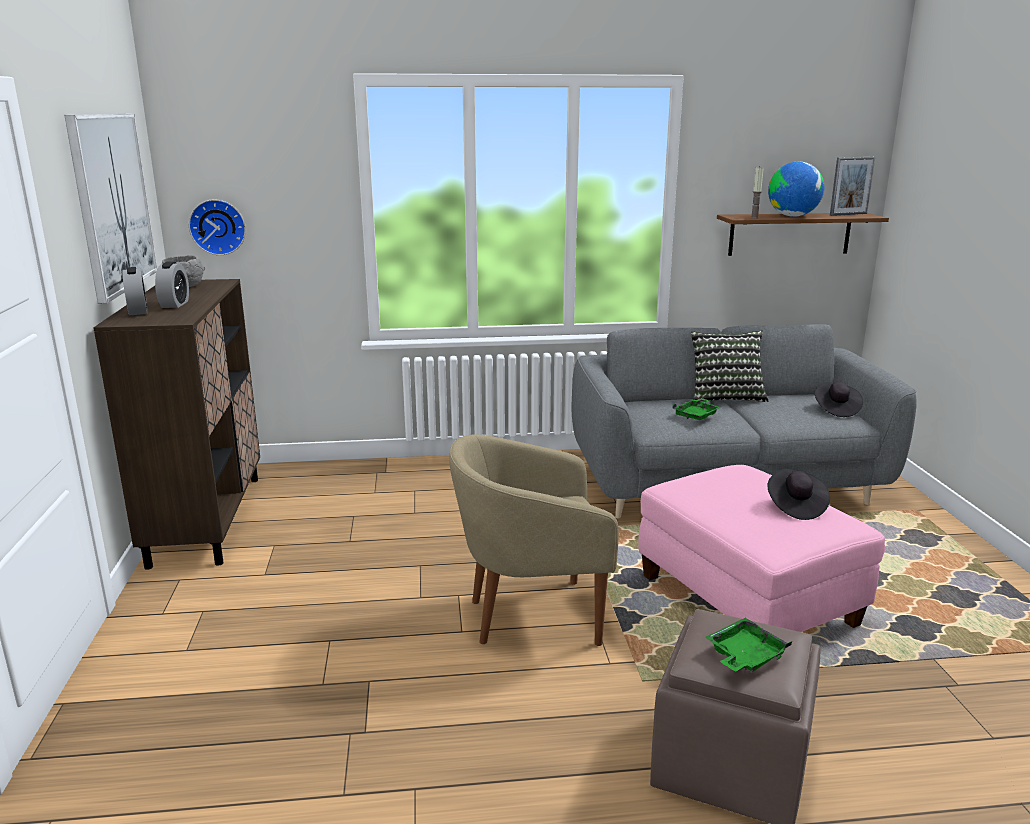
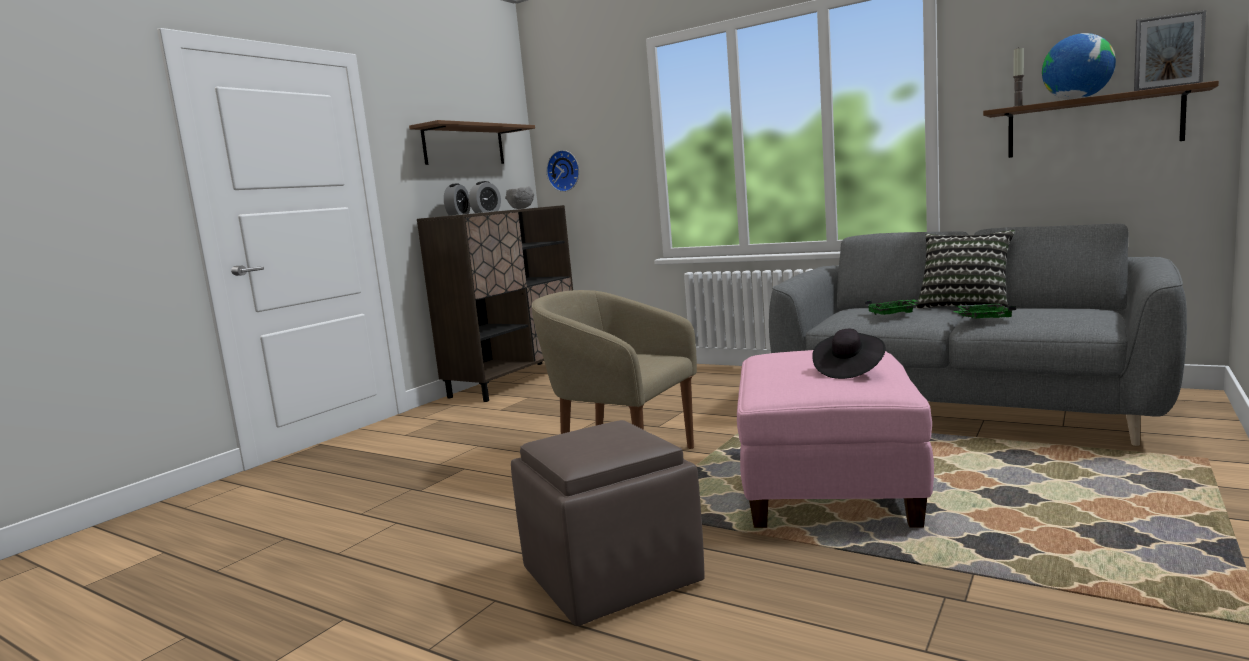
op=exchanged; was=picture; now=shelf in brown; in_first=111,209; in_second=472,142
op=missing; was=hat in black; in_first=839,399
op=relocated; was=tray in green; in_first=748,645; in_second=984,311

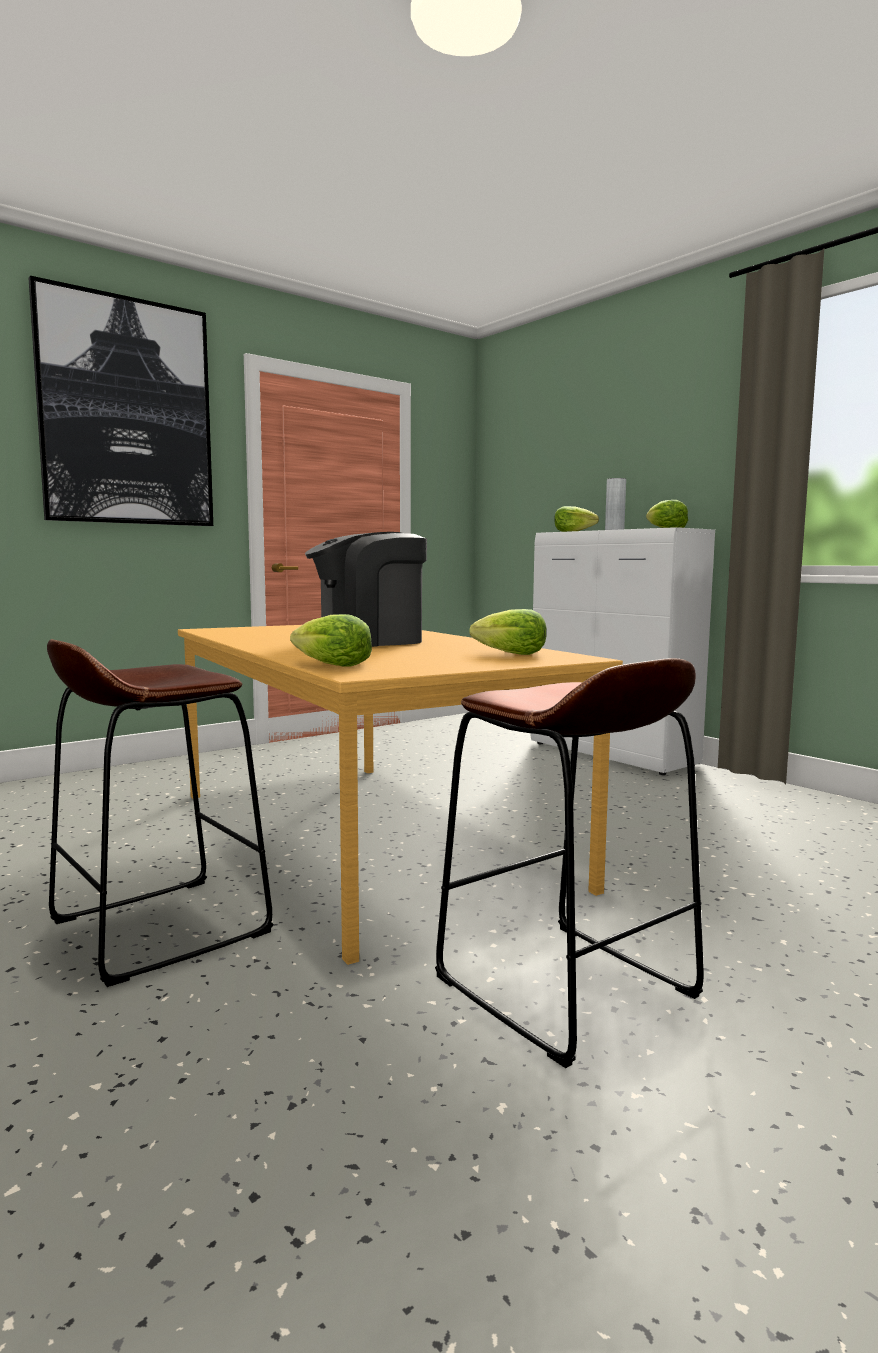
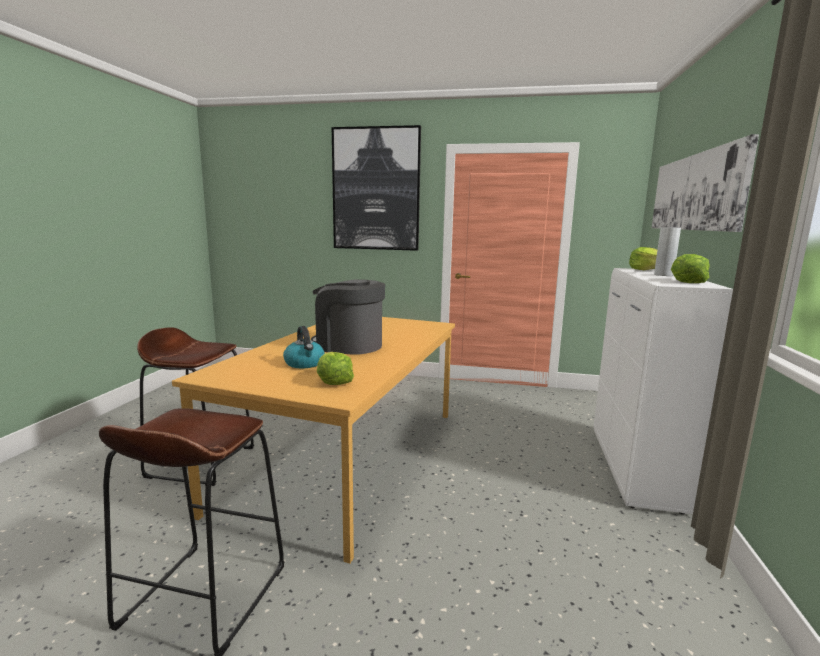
op=missing; was=lettuce; in_first=331,640
op=appeared; now=picture; in_second=705,183
op=appeared; now=kettle; in_second=304,347

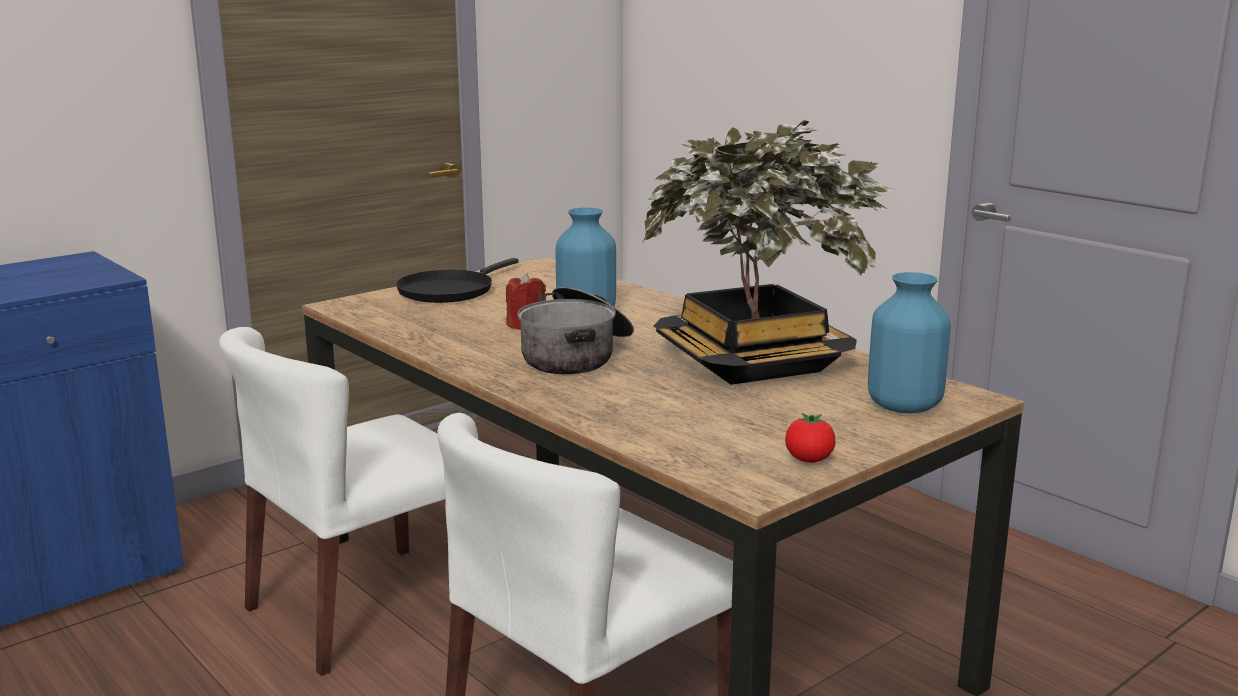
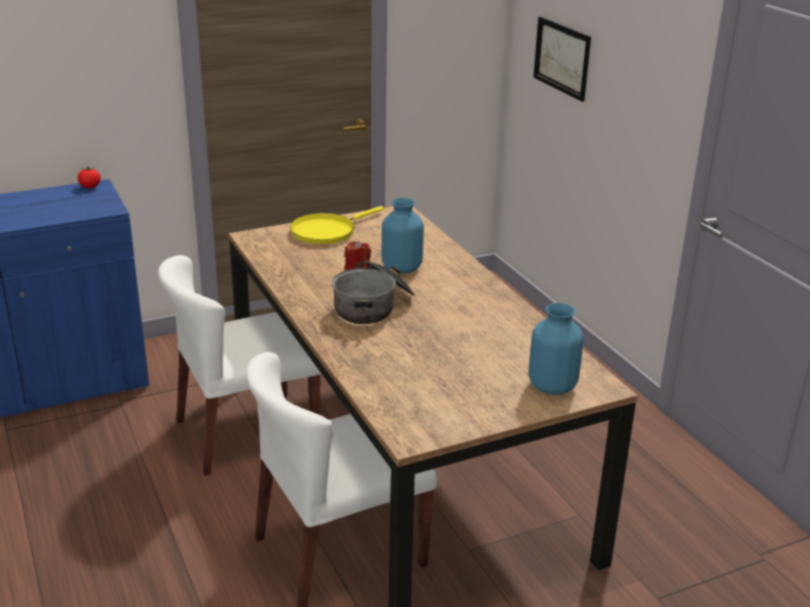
op=missing; was=potted plant; in_first=768,252
op=colour; was=frying pan in black; now=frying pan in yellow; in_first=457,280; in_second=337,225
op=relocated; was=tomato; in_first=810,438; in_second=89,177
op=appeared; now=picture; in_second=562,59

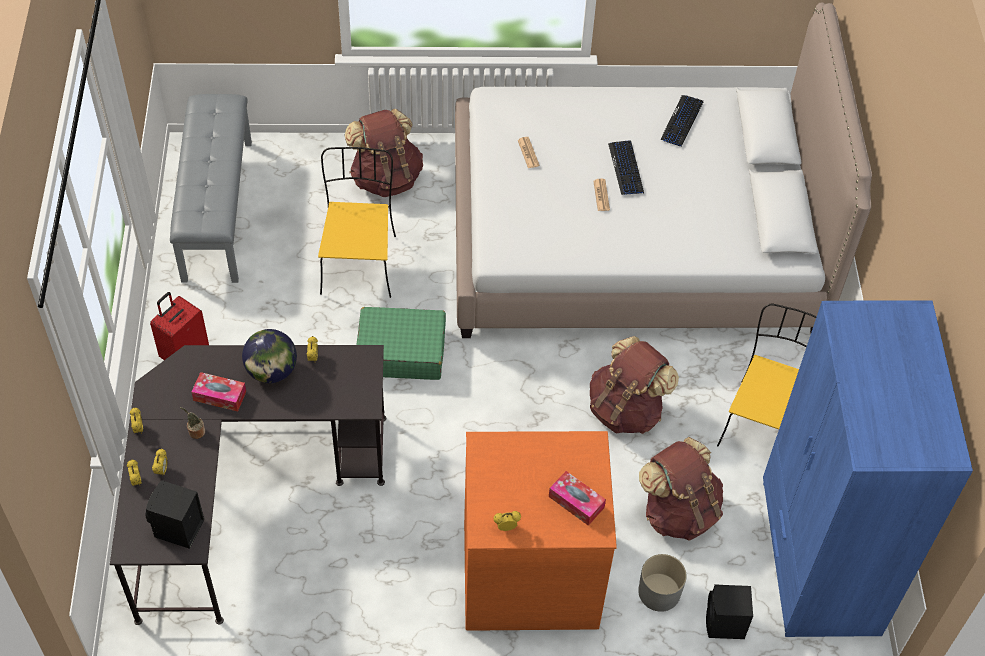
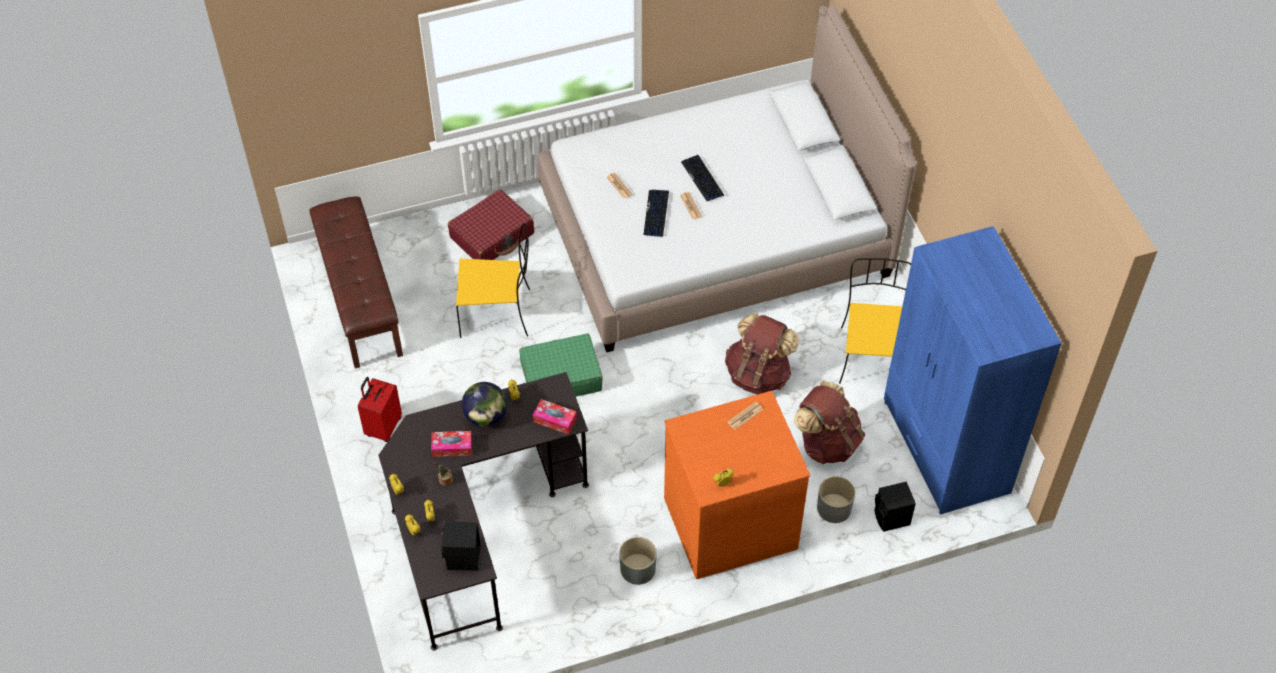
op=colour; was=bench in grey; now=bench in brown; in_first=211,188; in_second=356,282
op=relocated; was=keyboard; in_first=681,121; in_second=656,213
op=exchanged; was=backpack in brown; now=suitcase in red; in_first=383,153; in_second=491,224
op=spun; was=chair in yellow; in_first=357,222; in_second=493,281; clockwise=105
op=relocated; was=tissue box; in_first=577,498; in_second=555,417
op=appeared; now=newspaper; in_second=745,416
op=appeared; now=planter in grey; in_second=638,561

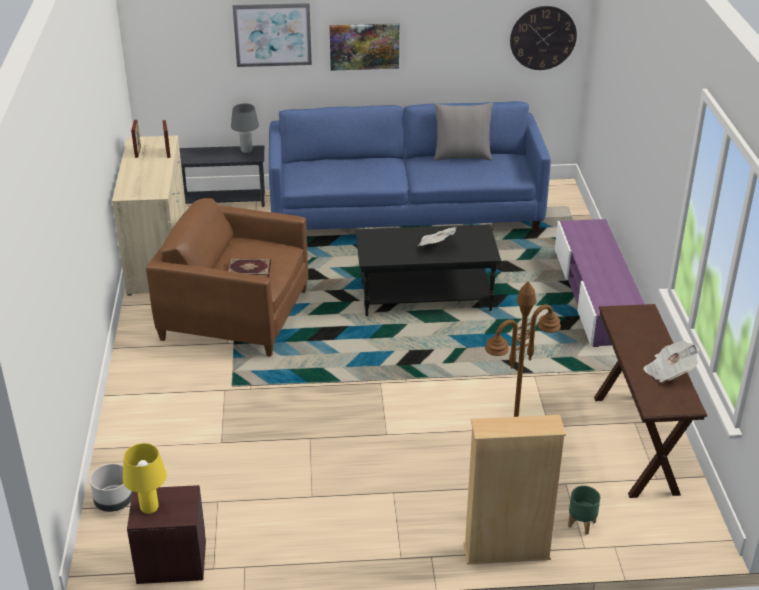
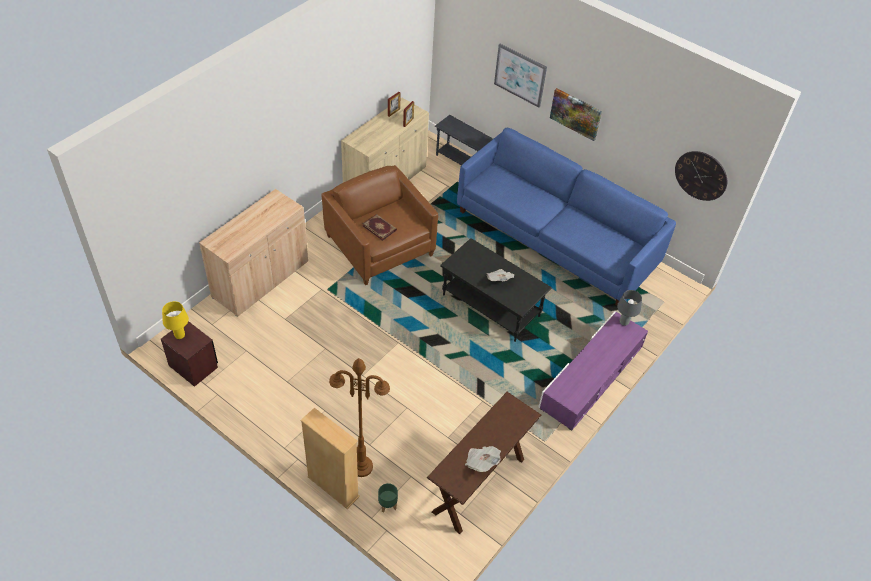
op=relocated; was=table lamp in grey; in_first=245,128; in_second=629,308
op=missing; was=pillow in grey; in_first=463,132
op=missing; was=planter in grey; in_first=111,487
op=appeared; now=cabinet in beige; in_second=253,253

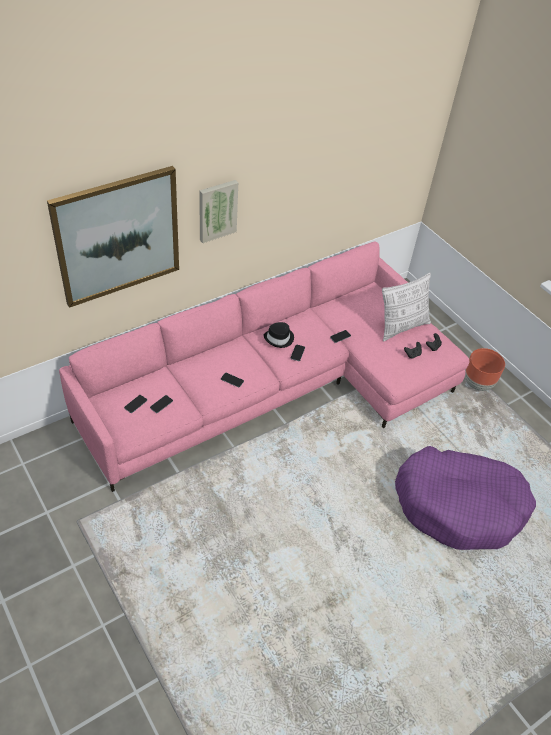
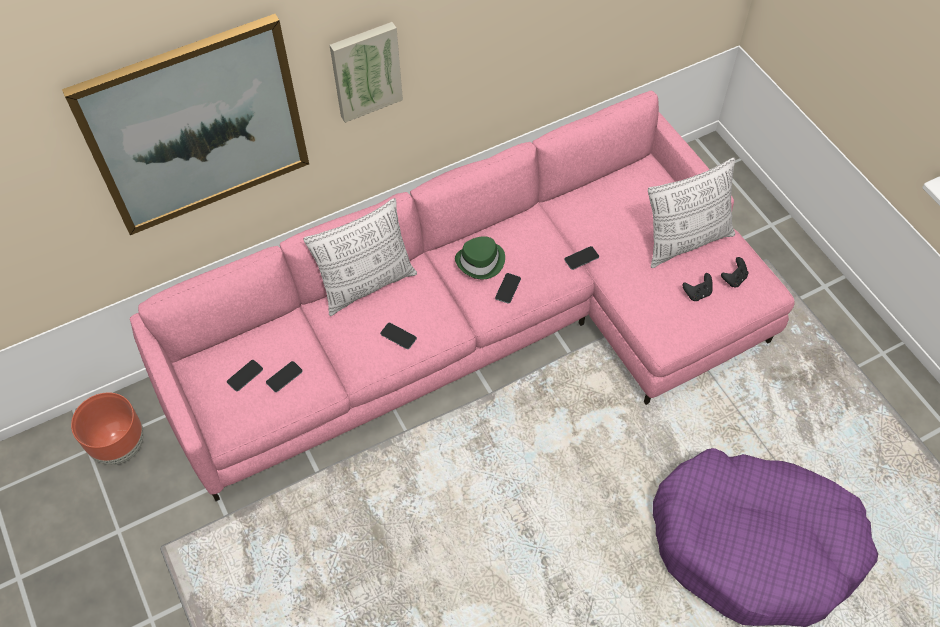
op=colour; was=hat in black; now=hat in green; in_first=279,335; in_second=480,257
op=relocated; was=planter in brown; in_first=485,369; in_second=107,428
op=appeared; now=pillow; in_second=360,257

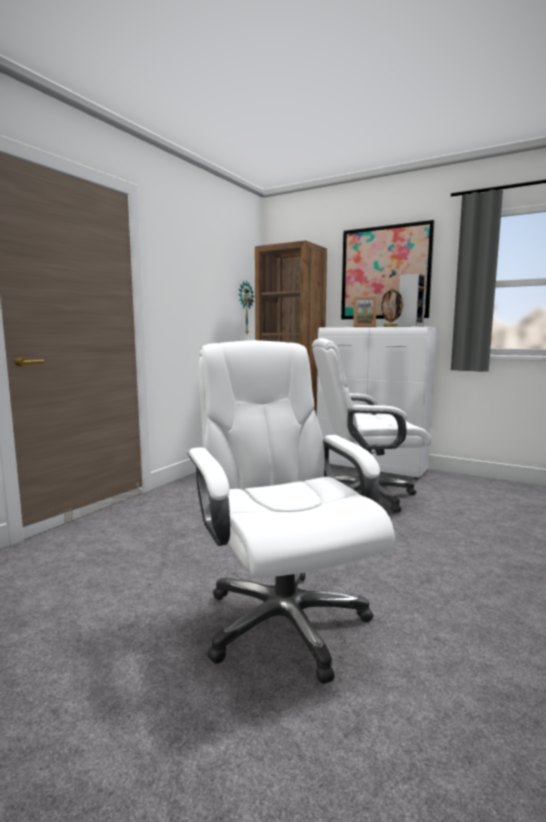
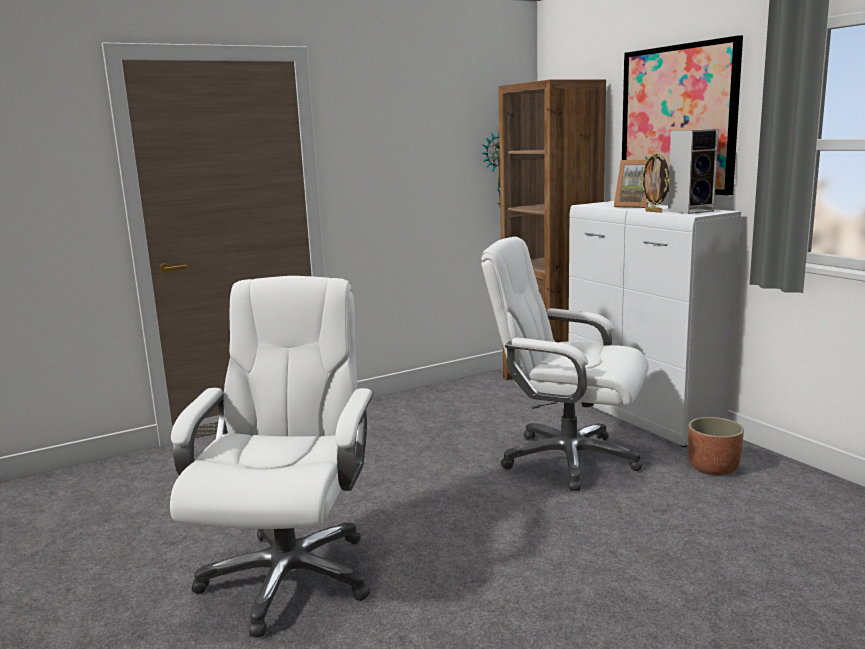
op=appeared; now=planter; in_second=716,446

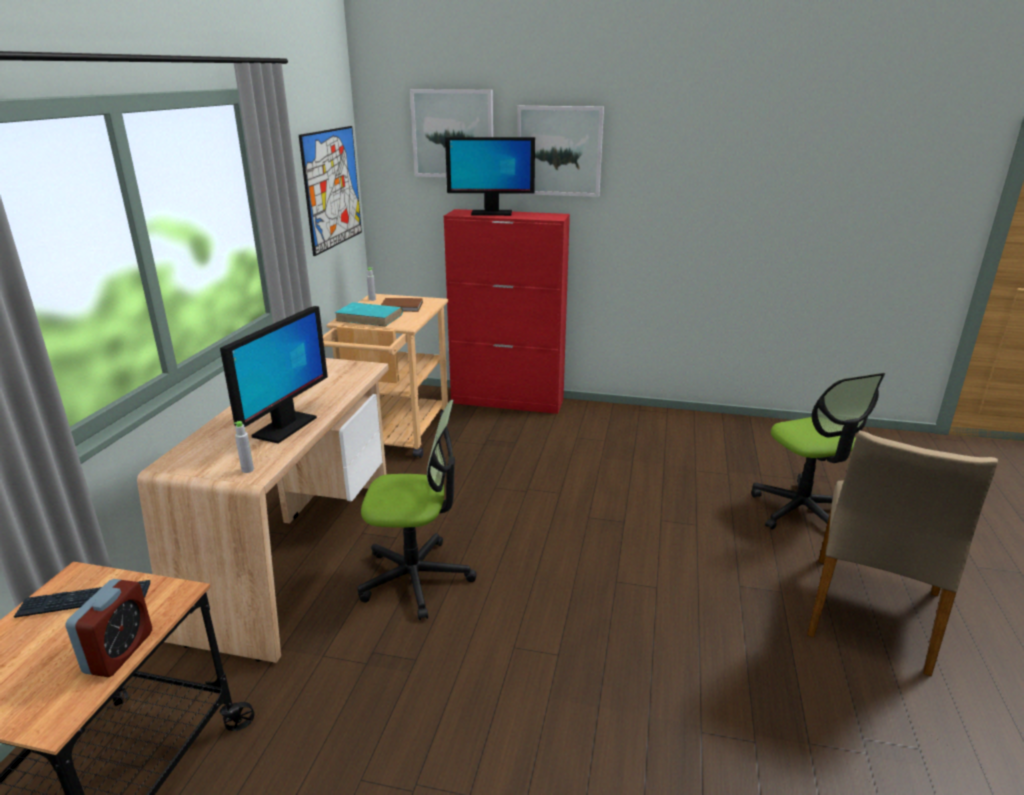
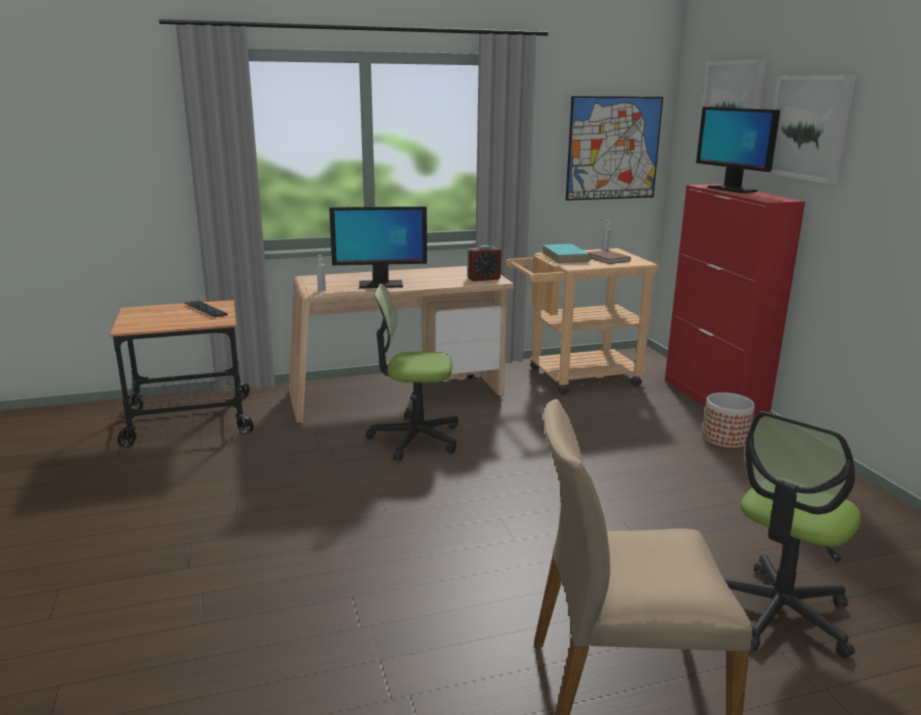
op=spun; was=office chair; in_first=417,510; in_second=412,372; clockwise=120
op=relocated; was=alarm clock; in_first=108,628; in_second=484,263
op=appeared; now=planter; in_second=728,420

